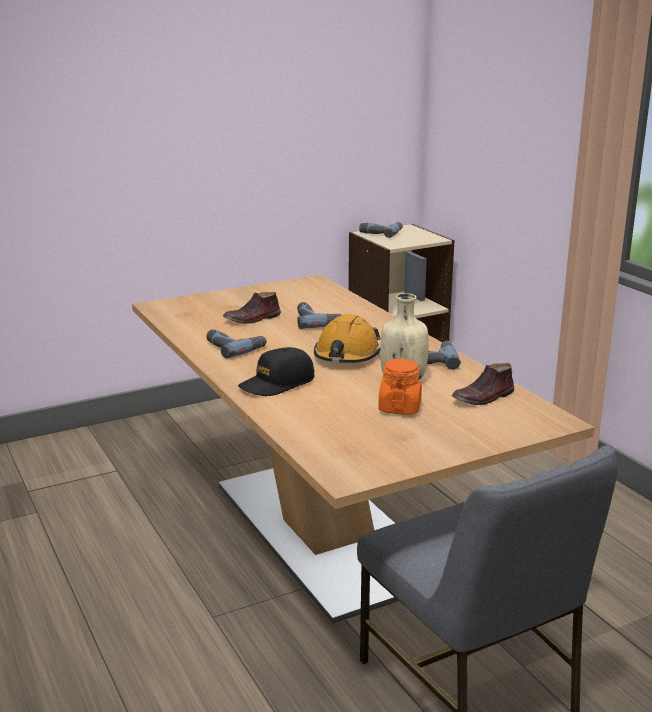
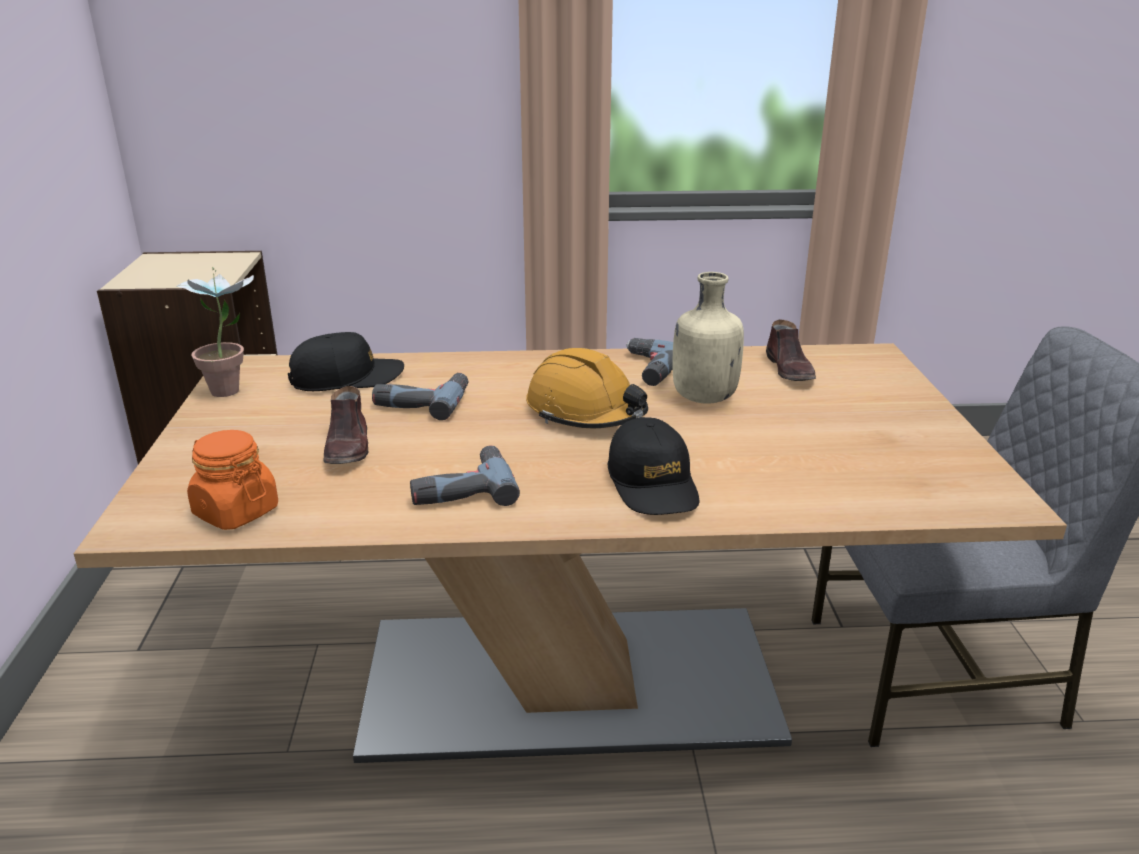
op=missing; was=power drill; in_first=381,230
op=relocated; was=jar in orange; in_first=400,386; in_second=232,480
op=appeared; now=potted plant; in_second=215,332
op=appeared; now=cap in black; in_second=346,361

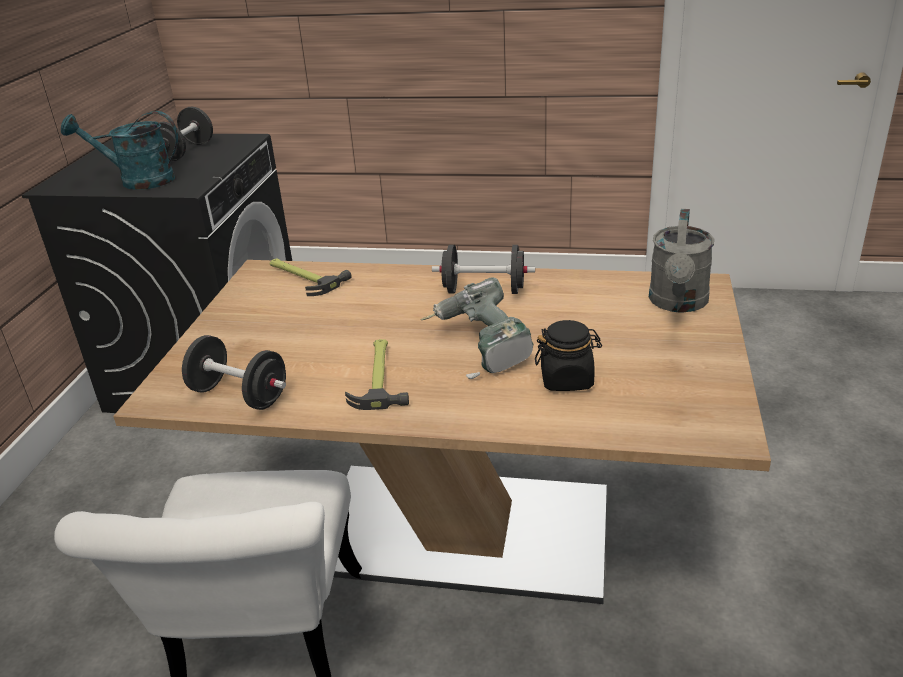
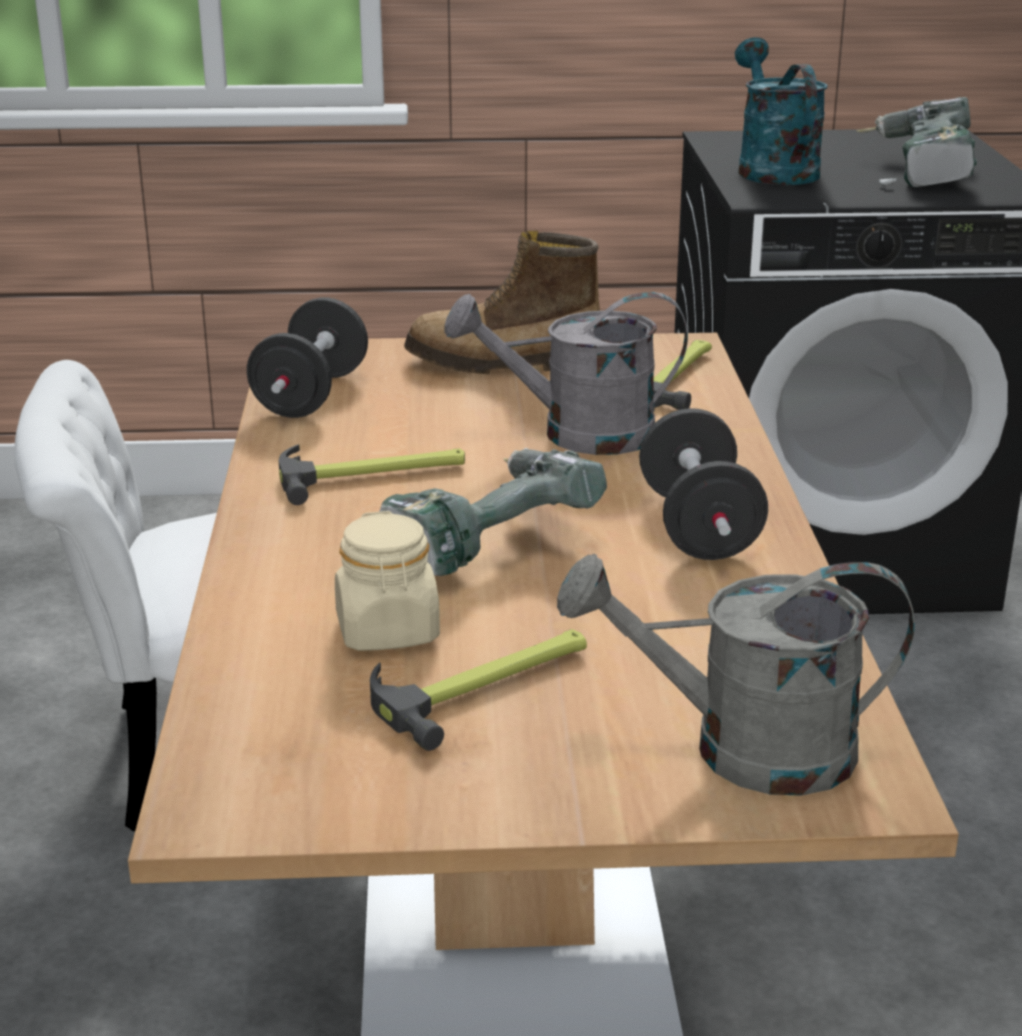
op=exchanged; was=dumbbell in black; now=power drill; in_first=186,134; in_second=916,142
op=colour; was=jar in black; now=jar in beige; in_first=568,355; in_second=387,581
op=appeared; now=boot; in_second=502,303
op=appeared; now=watering can in grey; in_second=566,373
op=appeared; now=hammer; in_second=478,690

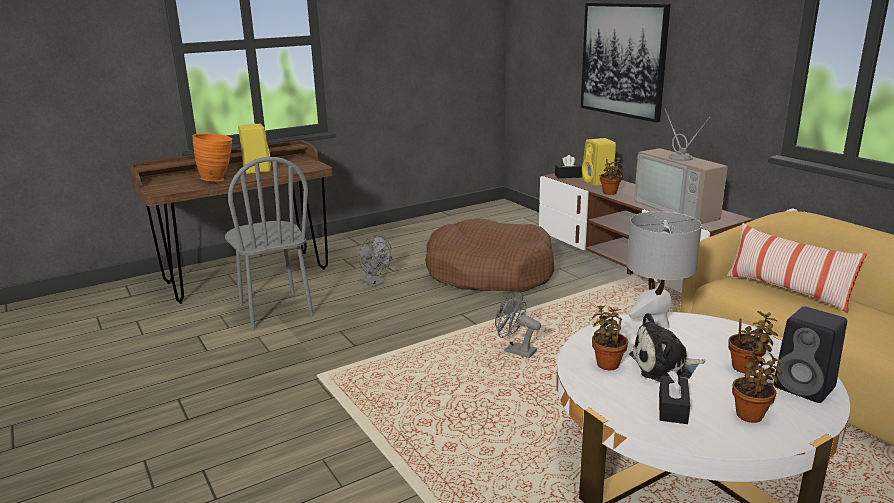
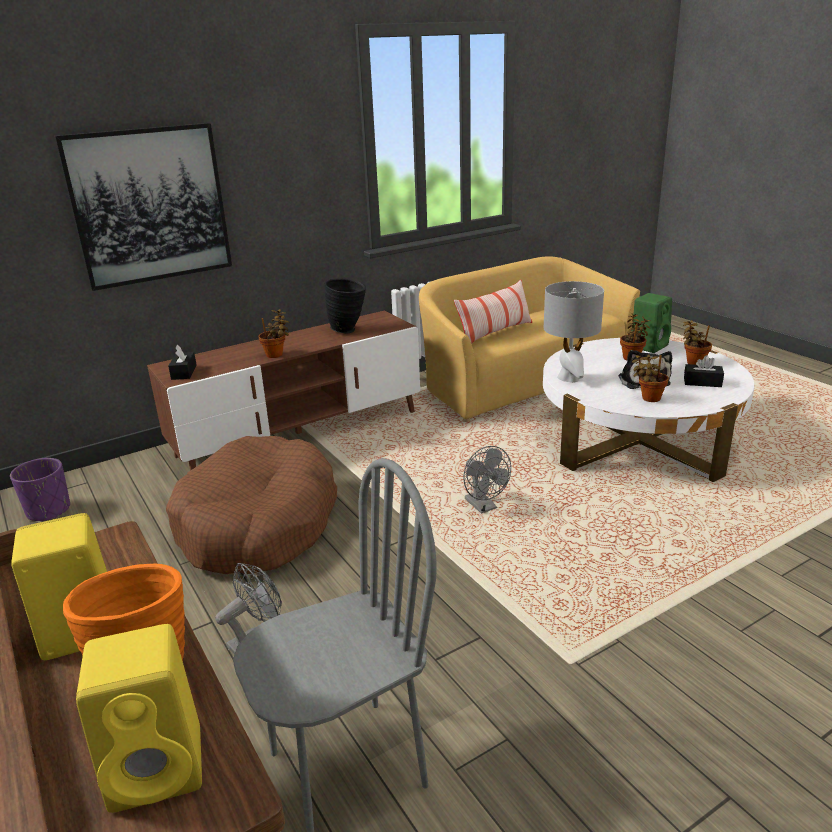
op=exchanged; was=television; now=vase in black; in_first=681,166; in_second=345,305
op=relocated; was=speaker in yellow; in_first=599,162; in_second=139,718
op=spun; was=fan in grey; in_first=518,324; in_second=487,480; clockwise=-60
op=colour; was=speaker in black; now=speaker in green; in_first=810,354; in_second=651,323
op=appeared; now=planter in purple; in_second=40,489

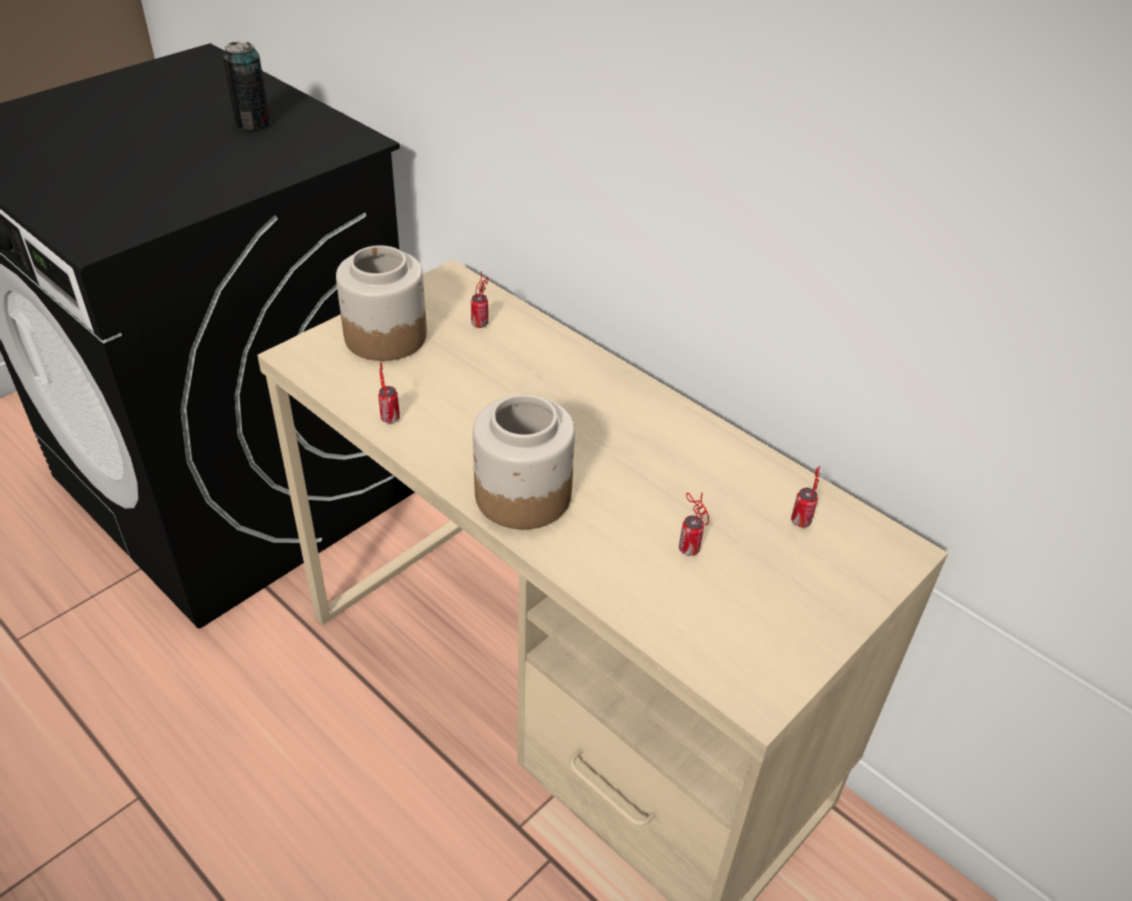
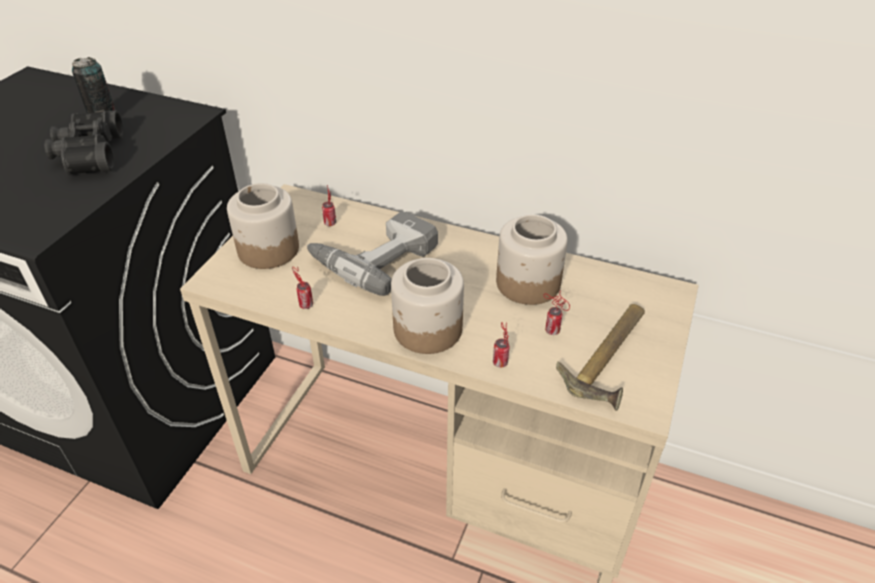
op=relocated; was=can; in_first=805,496; in_second=501,345
op=appeared; now=binoculars in black; in_second=84,142
op=appeared; now=power drill; in_second=372,253
op=appeared; now=jar; in_second=532,260
op=appeared; now=hammer; in_second=600,357

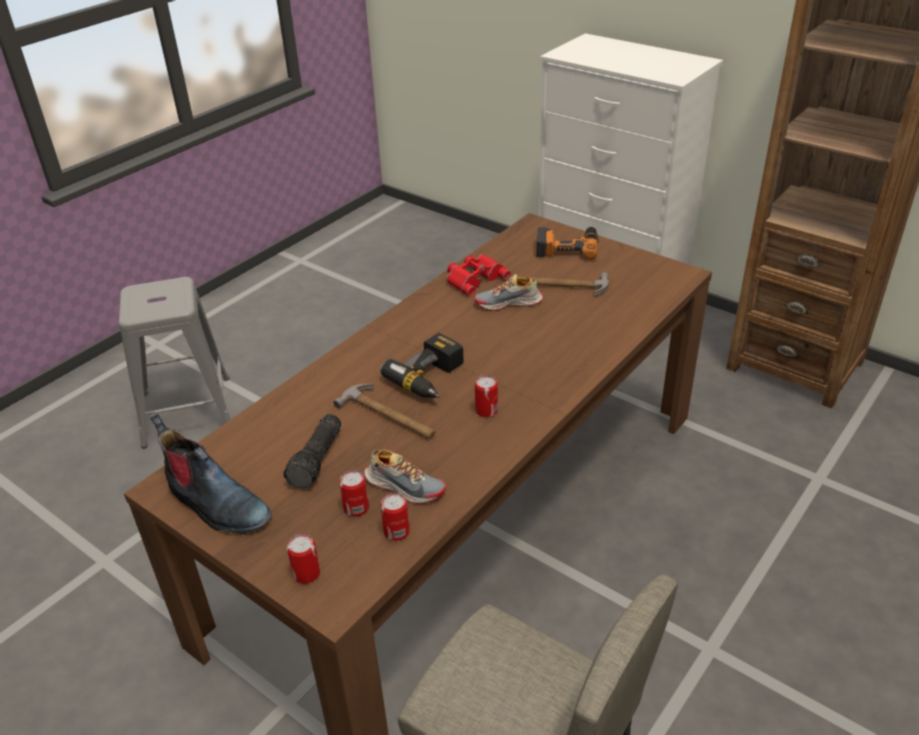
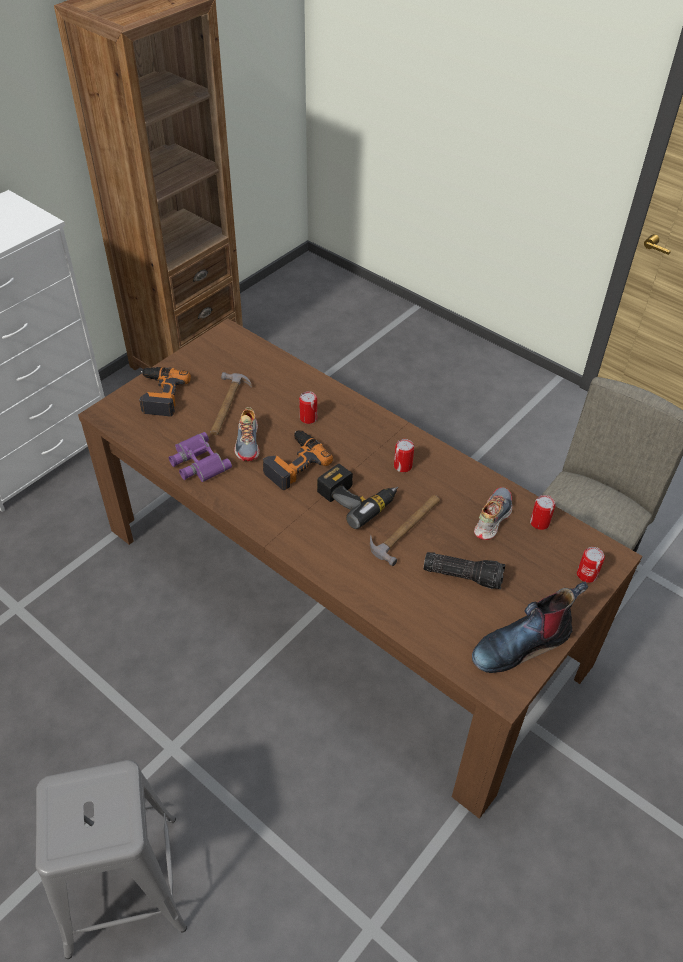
op=colour; was=binoculars in red; now=binoculars in purple; in_first=478,275; in_second=200,457
op=spun; was=boot; in_first=211,474; in_second=530,627; clockwise=-150
op=relocated; was=can; in_first=354,493; in_second=308,407
op=appeared; now=power drill; in_second=298,460

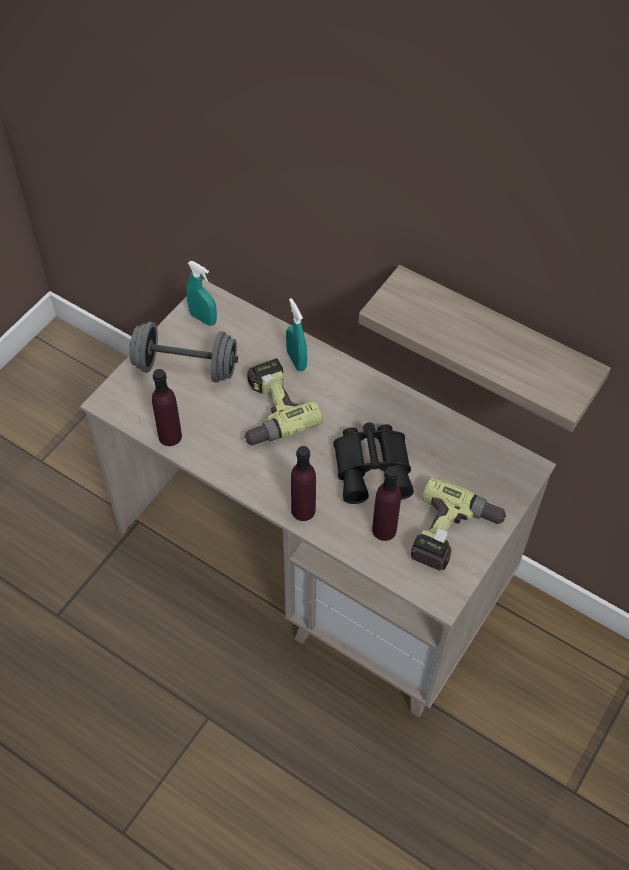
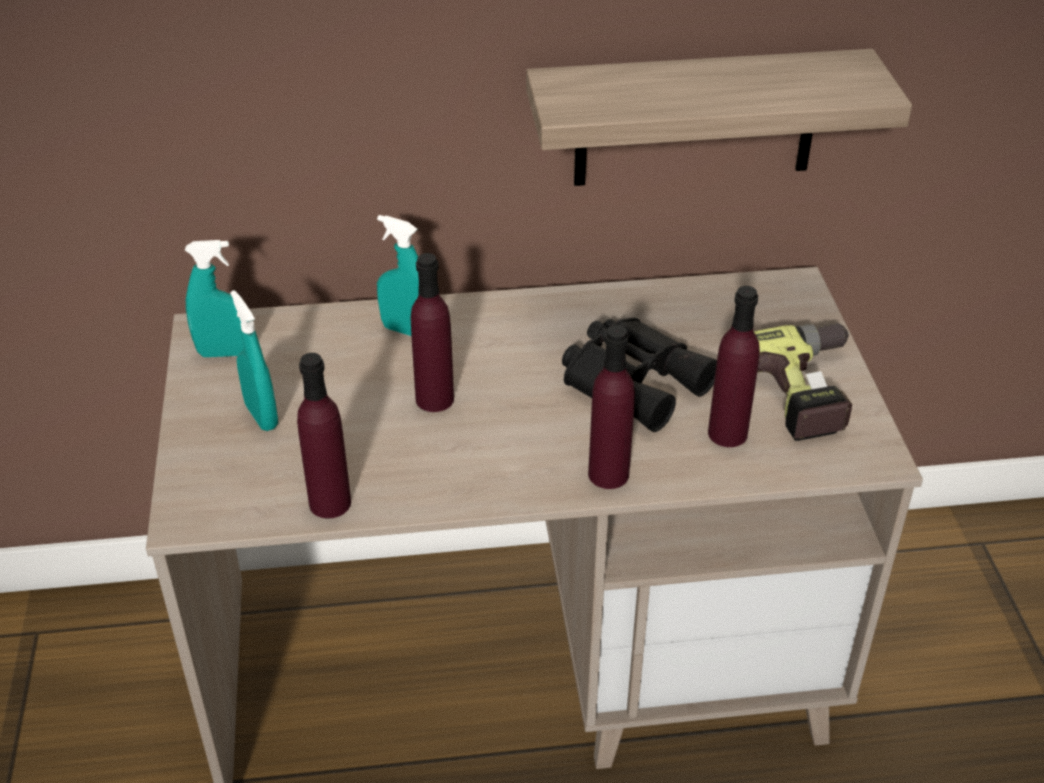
op=exchanged; was=dumbbell in grey; now=spray bottle in turquoise; in_first=184,352; in_second=254,360
op=exchanged; was=power drill; now=bottle in purple; in_first=283,401; in_second=432,332

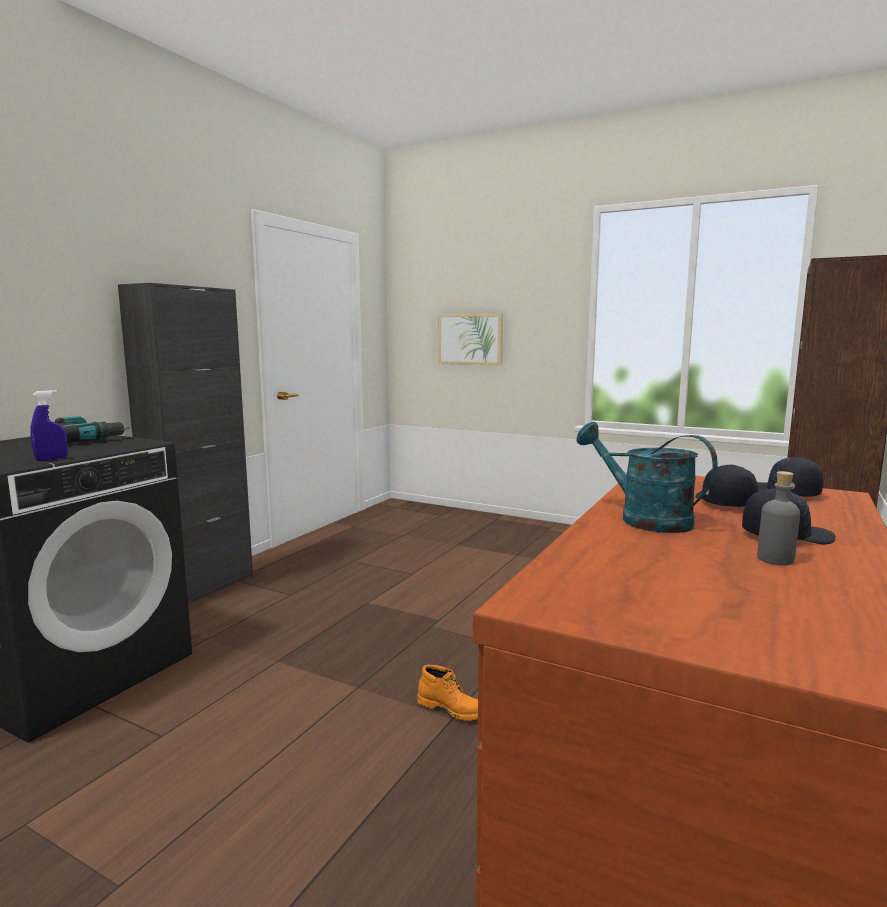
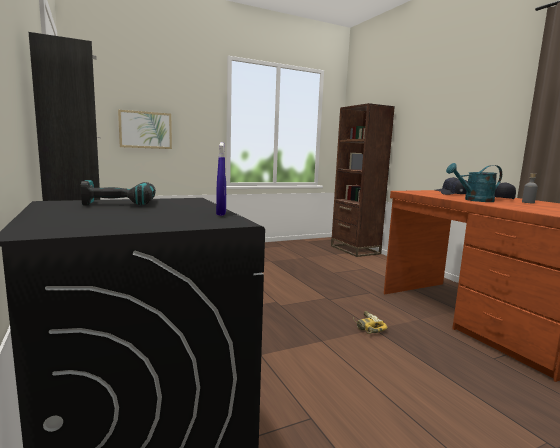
op=exchanged; was=boot in orange; now=power drill; in_first=447,692; in_second=370,322

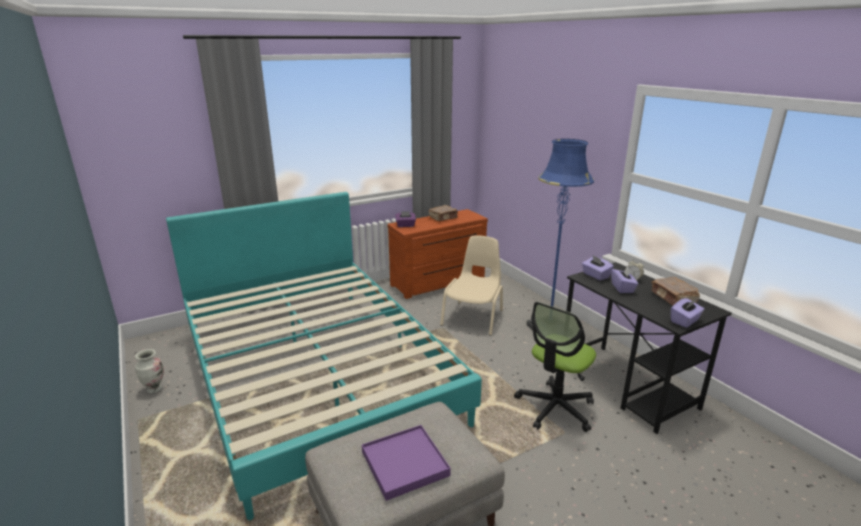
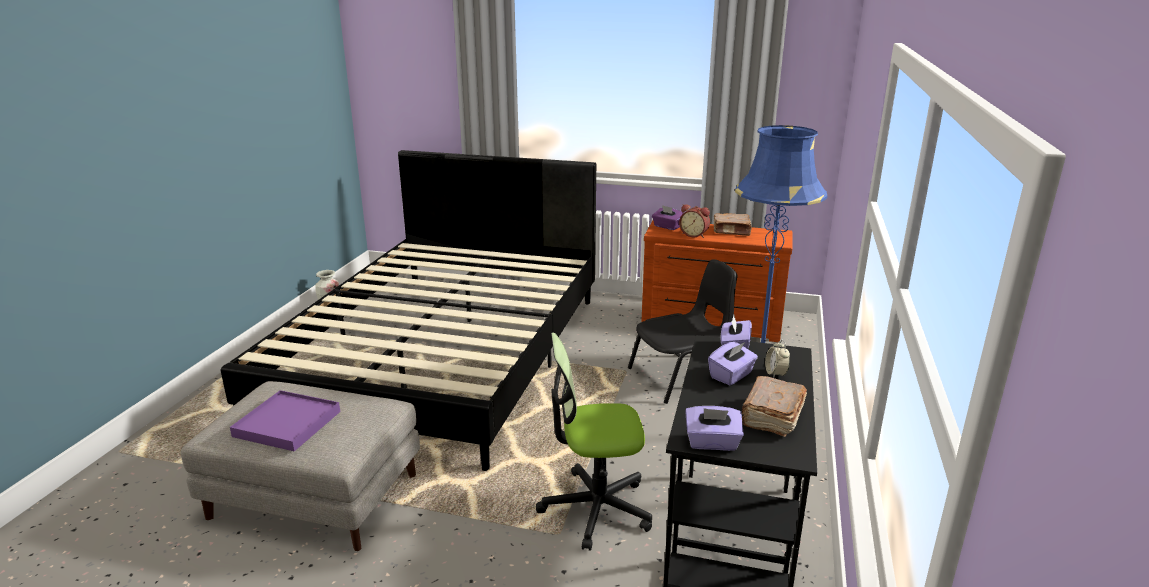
op=colour; was=bed in turquoise; now=bed in black; in_first=324,356; in_second=408,310
op=colour; was=chair in beige; now=chair in black; in_first=471,285; in_second=683,331
op=appeared; now=alarm clock; in_second=694,221

